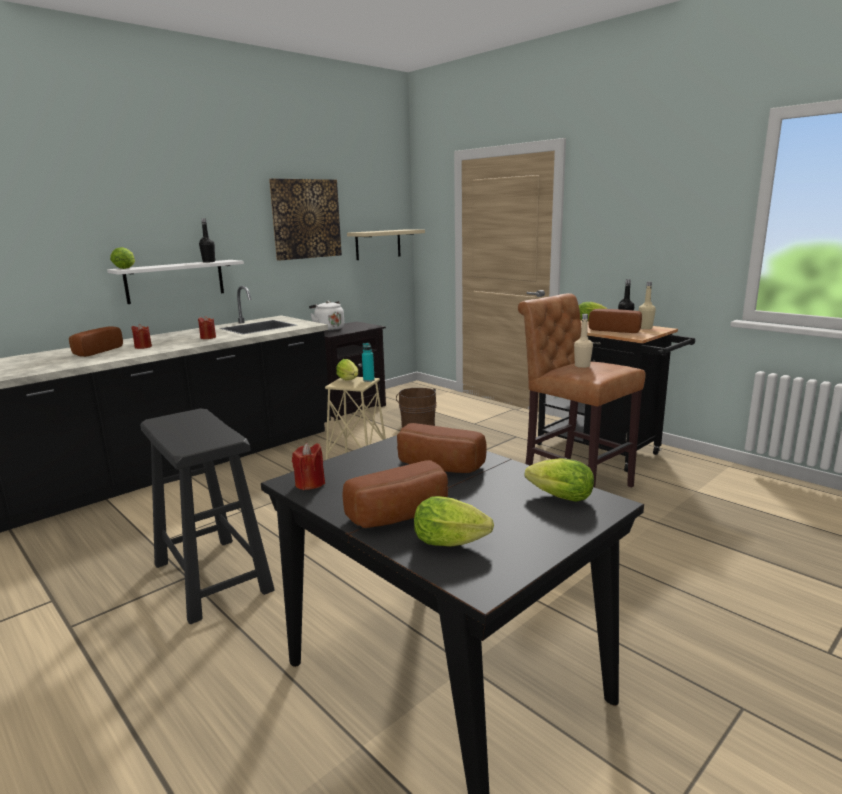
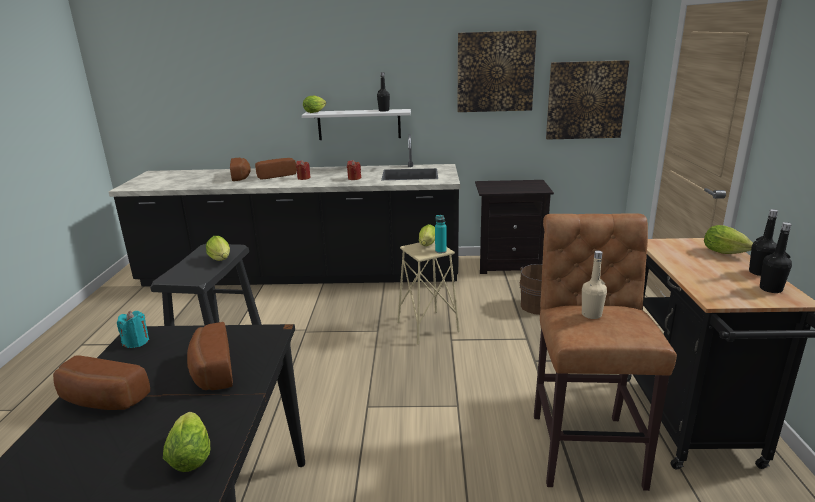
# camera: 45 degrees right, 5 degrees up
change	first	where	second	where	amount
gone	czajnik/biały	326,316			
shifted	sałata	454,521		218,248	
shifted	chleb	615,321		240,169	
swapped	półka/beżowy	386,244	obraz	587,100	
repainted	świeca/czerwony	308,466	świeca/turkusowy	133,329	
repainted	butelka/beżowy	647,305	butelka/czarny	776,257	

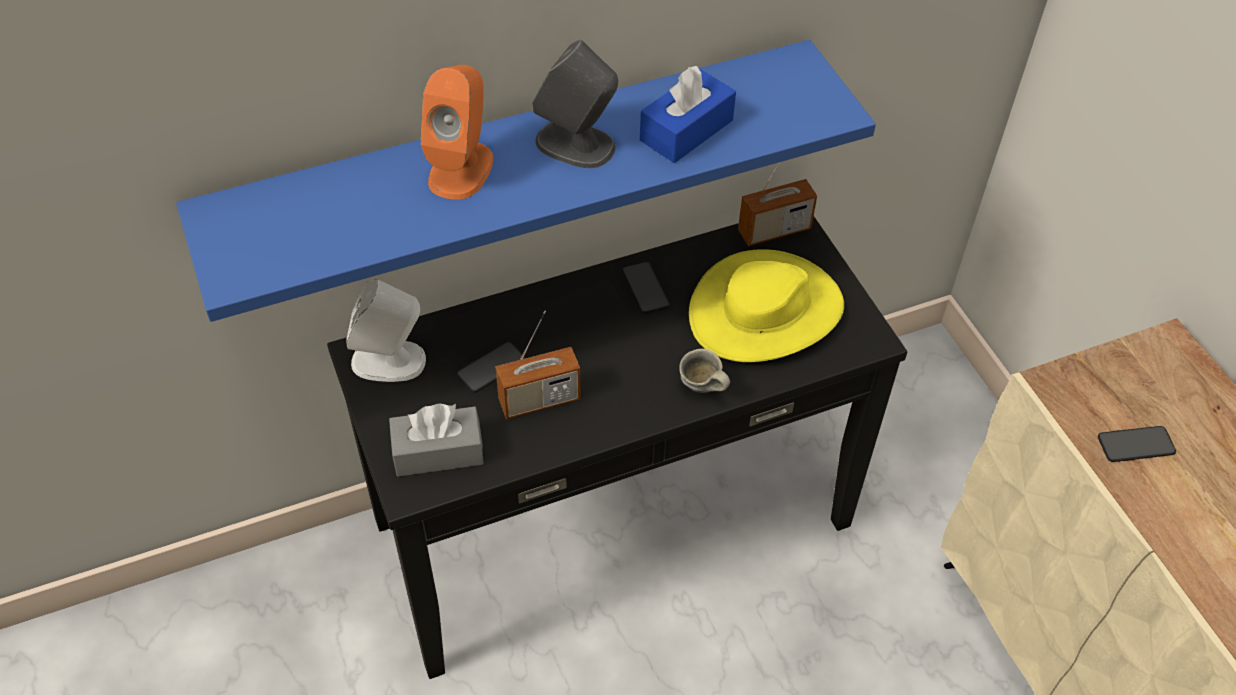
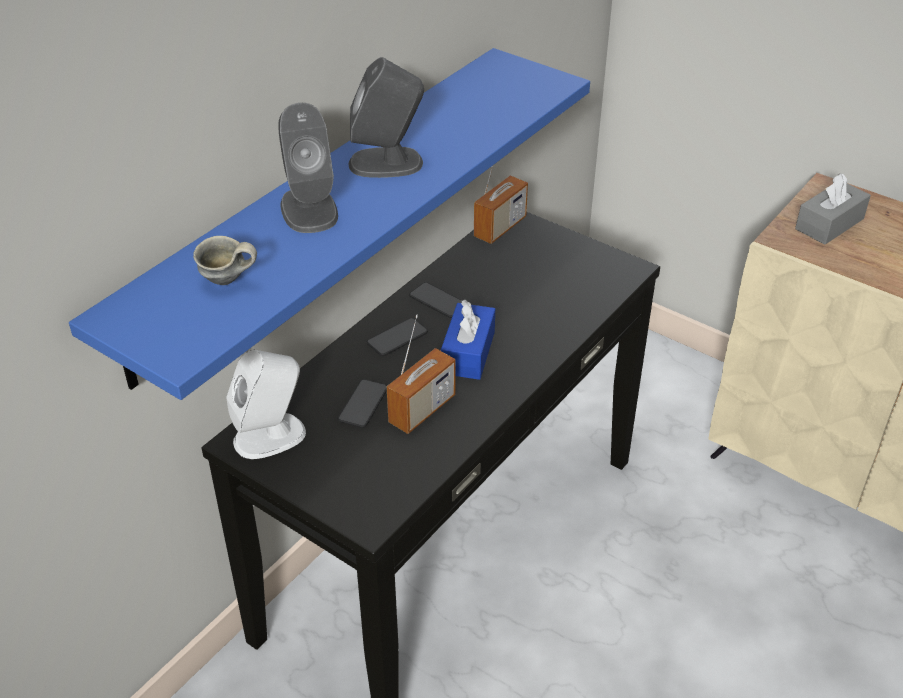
# camera: 30 degrees left, 10 degrees down
change	first	where	second	where	amount
gone	kapelusz/żółty	766,305			
shifted	pudełko chusteczek/szary	436,440		833,209	
shifted	pudełko chusteczek/niebieski	688,114		468,340	
shifted	kubek/szary	704,371		225,260	
shifted	telefon	1137,444		397,337	
repainted	głośnik/pomarańczowy	457,132	głośnik/szary	308,168	

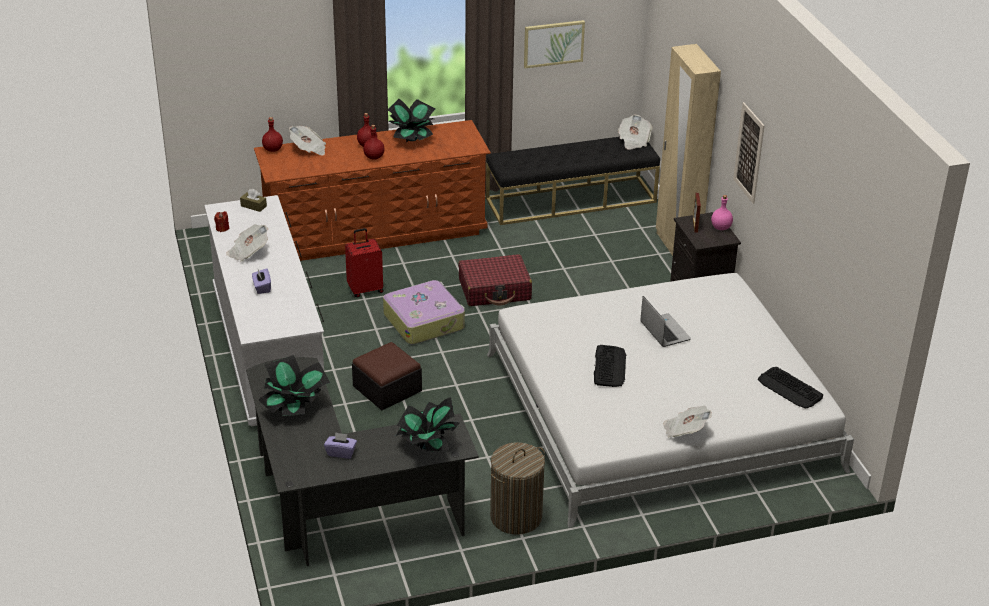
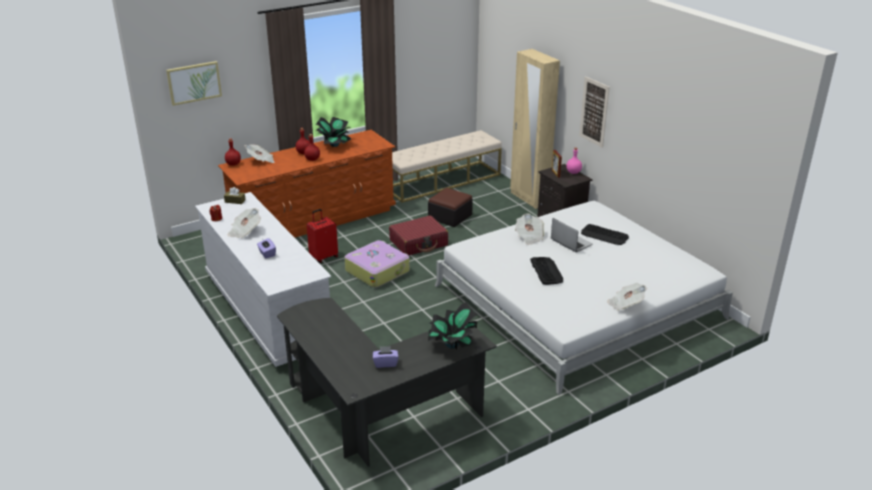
# camera: 15 degrees left, 5 degrees down
change	first	where	second	where	amount
gone	roślina doniczkowa	294,385			
gone	kosz na pranie	517,488			
shifted	pufa	387,376		450,207	
shifted	obraz	554,44		194,83	
shifted	gazeta	635,132		529,229	
shifted	klawiatura	790,388		605,234	
repainted	ławka/czarny	573,181	ławka/beżowy	447,166	

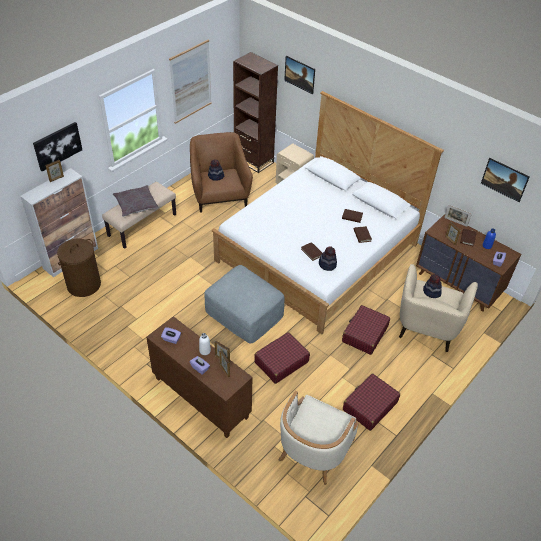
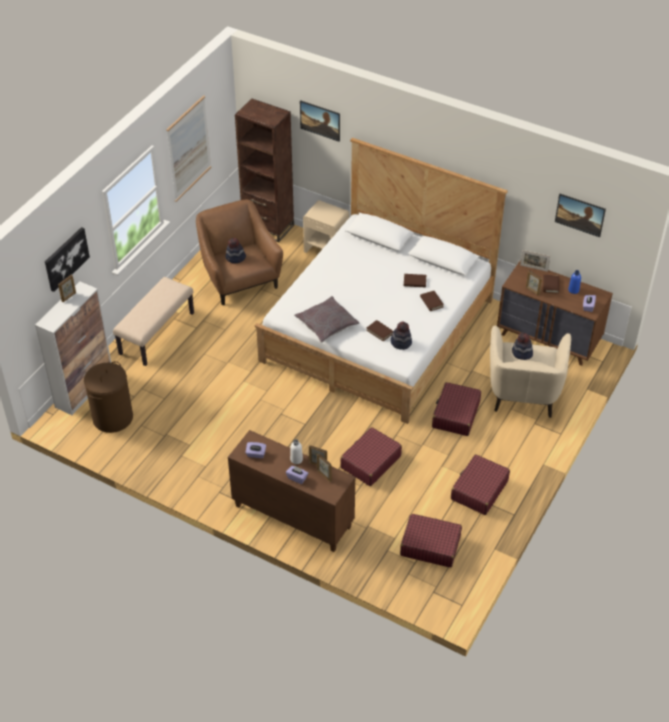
# camera: 10 degrees left, 0 degrees up
change	first	where	second	where	amount
gone	pufa/szary	244,304			
shifted	poduszka/szary	136,201		327,319	
swapped	fotel/beżowy	318,437	walizka/czerwony	431,540	

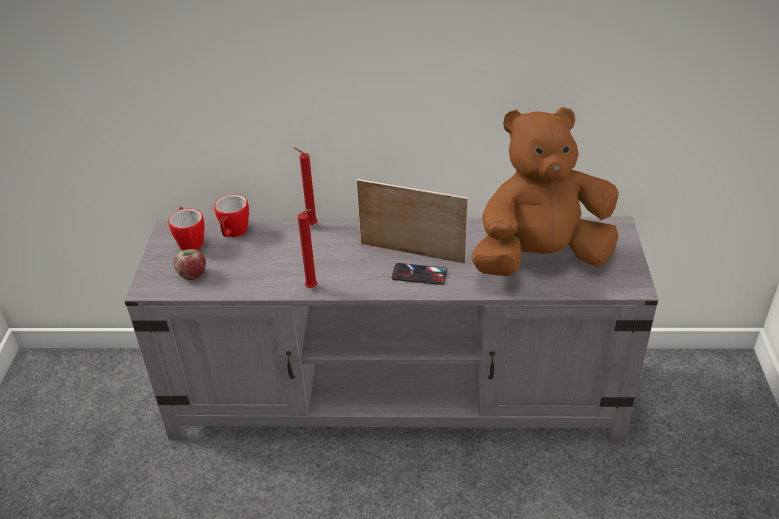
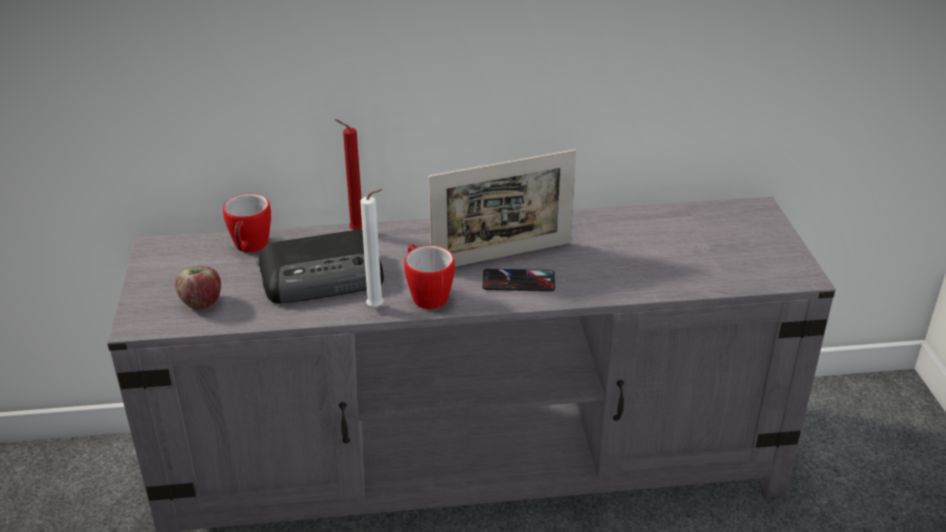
# camera: 10 degrees left, 5 degrees down
change	first	where	second	where	amount
gone	pluszak/brązowy	545,191			
new			radio	321,267	
shifted	kubek	186,229		429,276	
repainted	świeca/czerwony	307,248	świeca/biały	372,248	
rotated	ramka na zdjęcie	412,221		502,208	150 degrees clockwise

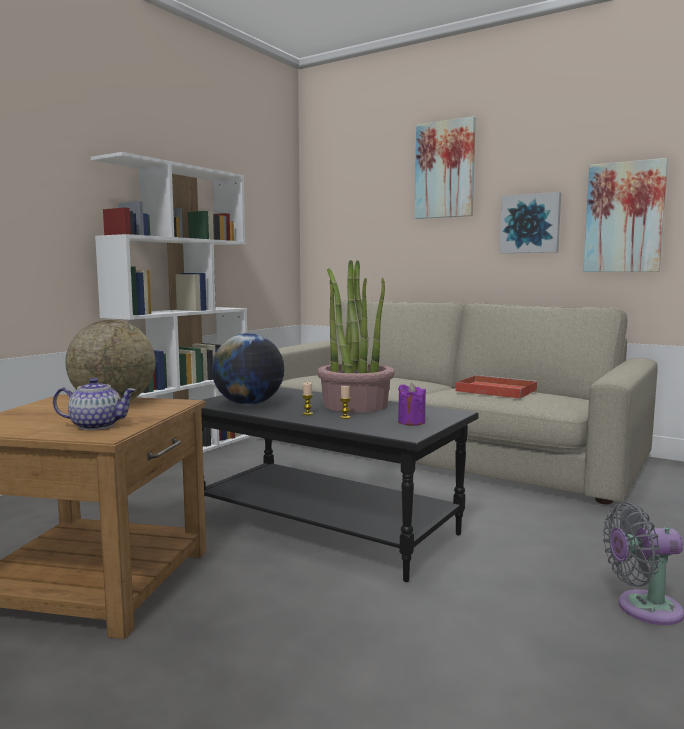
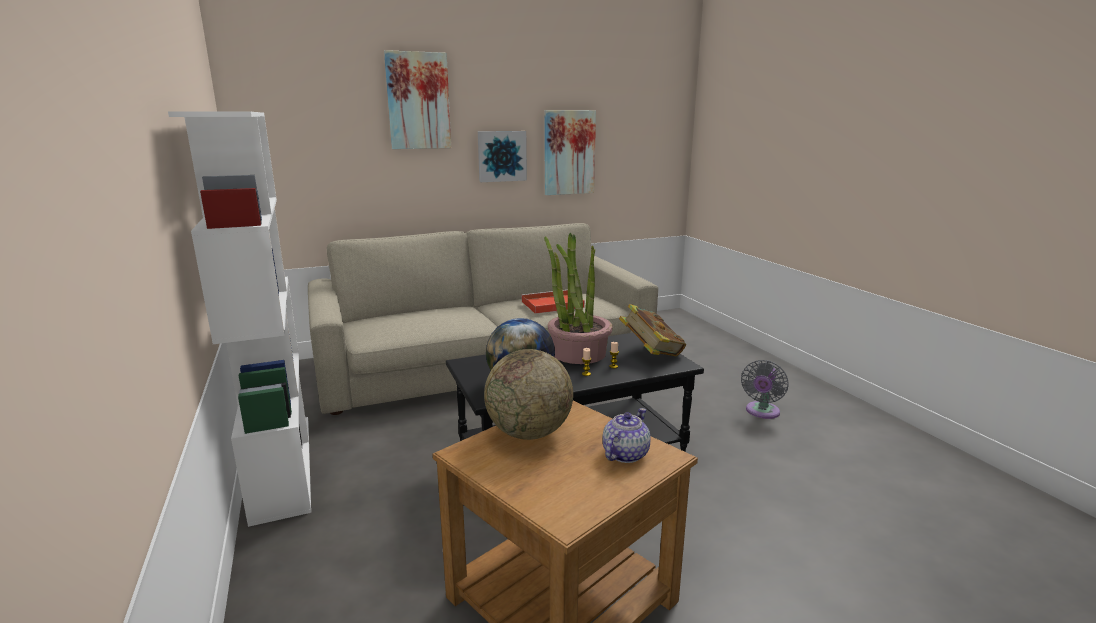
# camera: 55 degrees left, 10 degrees up
change	first	where	second	where	amount
swapped	świeca/fioletowy	412,404	książka	652,330	

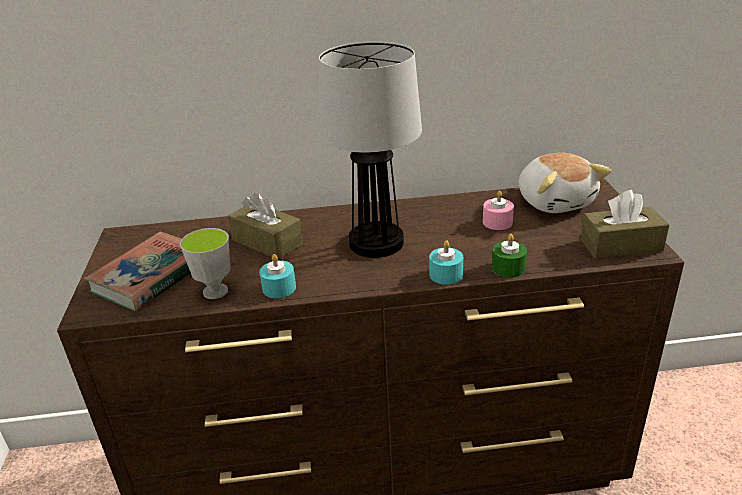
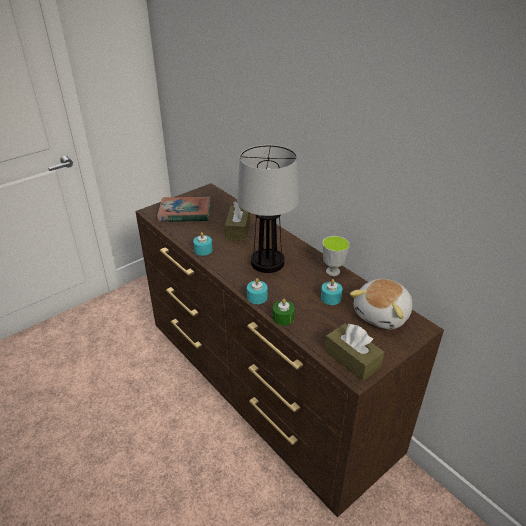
# camera: 55 degrees right, 5 degrees up
change	first	where	second	where	amount
shifted	filiżanka	205,263		336,256	
repainted	świeca/różowy	498,210	świeca/turkusowy	332,292	

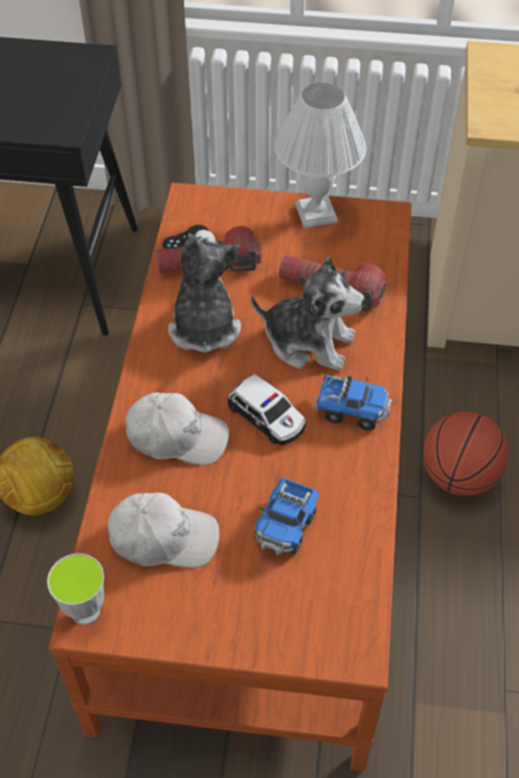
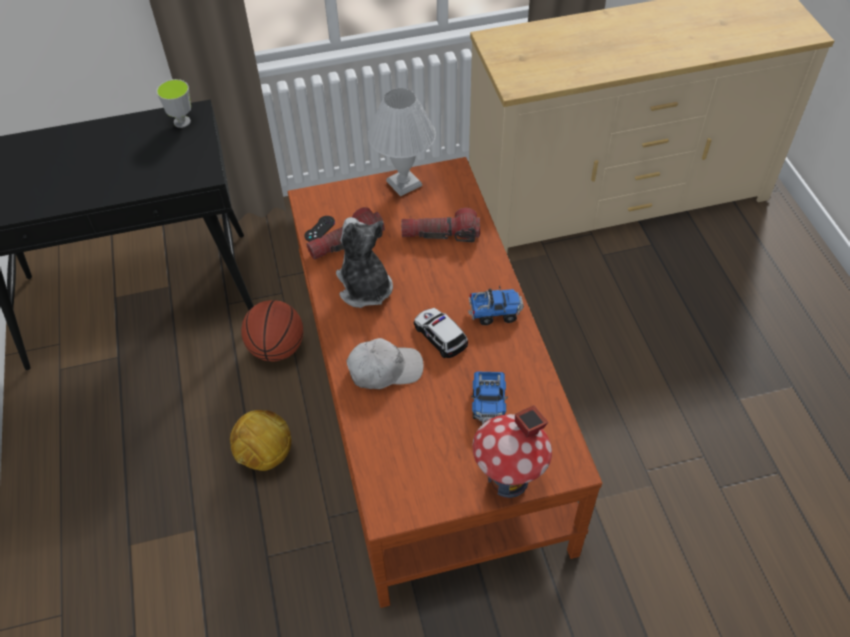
# camera: 20 degrees left, 0 degrees up
change	first	where	second	where	amount
gone	czapka z daszkiem/biały	163,530			
gone	pluszak	307,314			
new			domek	512,451	
shifted	filiżanka	75,589		173,103	
shifted	piłka do koszykówki	466,453		272,330	
rotated	samochodzik	267,409		441,333	150 degrees counterclockwise

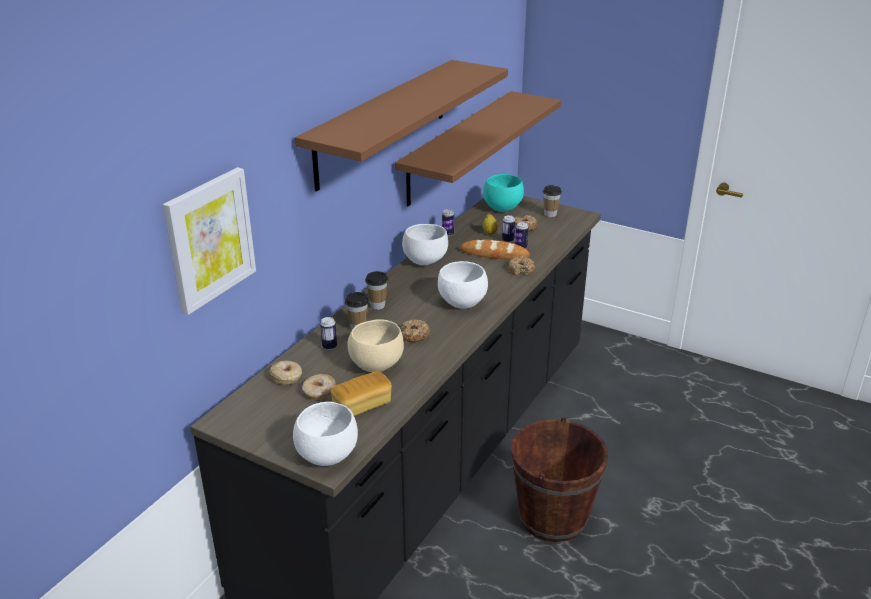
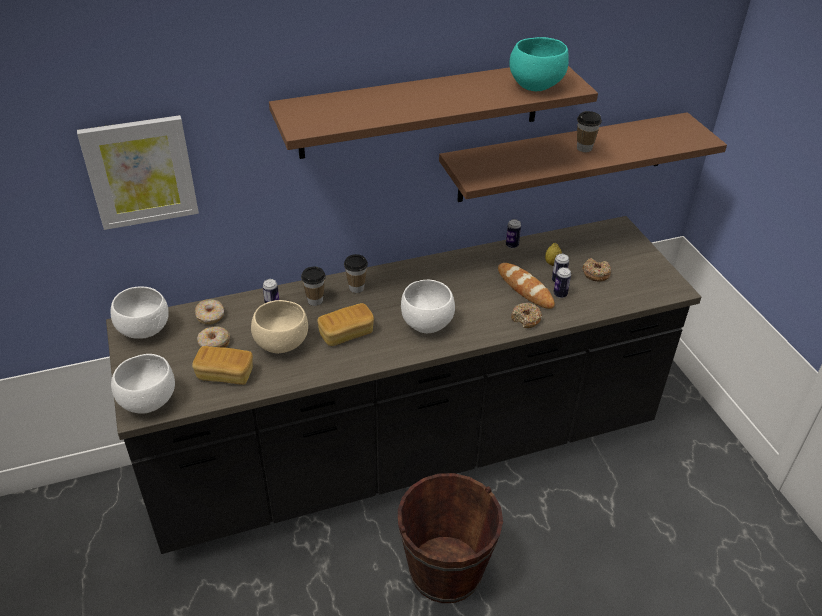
# camera: 40 degrees right, 10 degrees up
change	first	where	second	where	amount
shifted	miska/biały	425,244		140,313	
shifted	miska/turkusowy	503,193		539,64	
shifted	filiżanka	552,201		589,131	
swapped	donut	415,330	chleb	345,324	

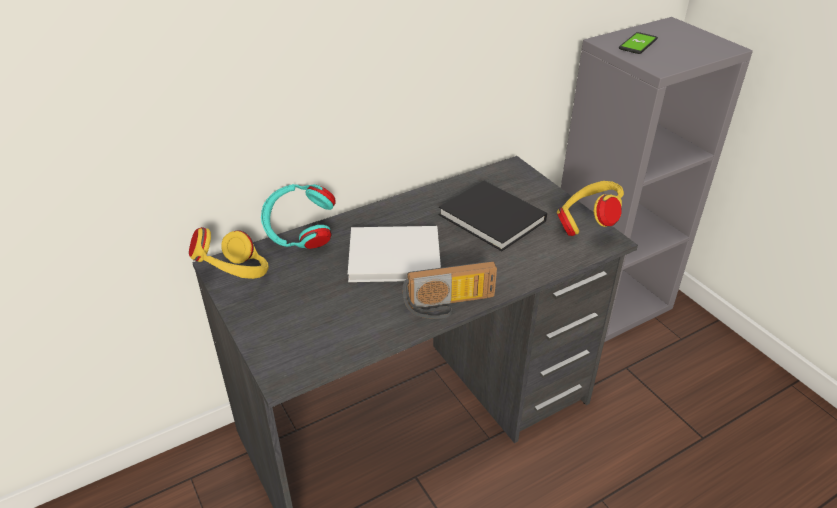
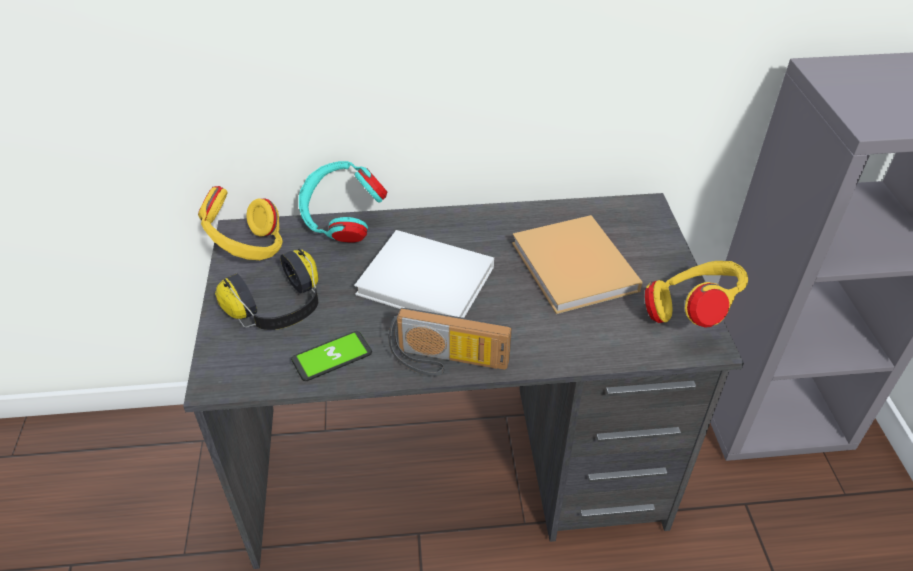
# camera: 25 degrees right, 5 degrees up
change	first	where	second	where	amount
new			słuchawki	266,289	
shifted	telefon	638,43		331,356	
repainted	książka/czarny	493,216	książka/beżowy	577,264	

